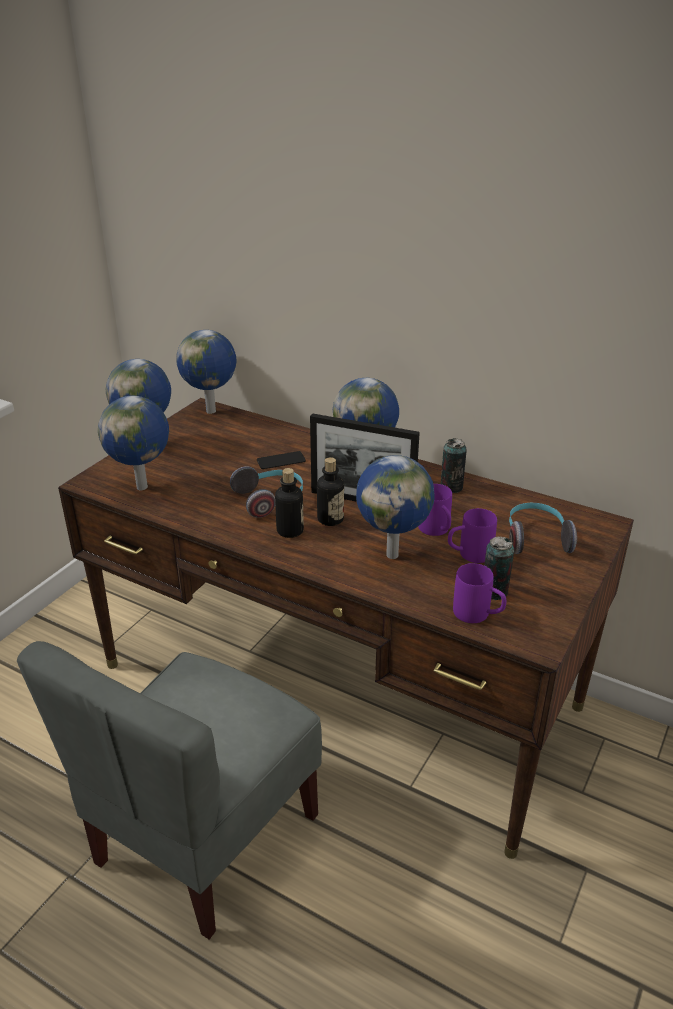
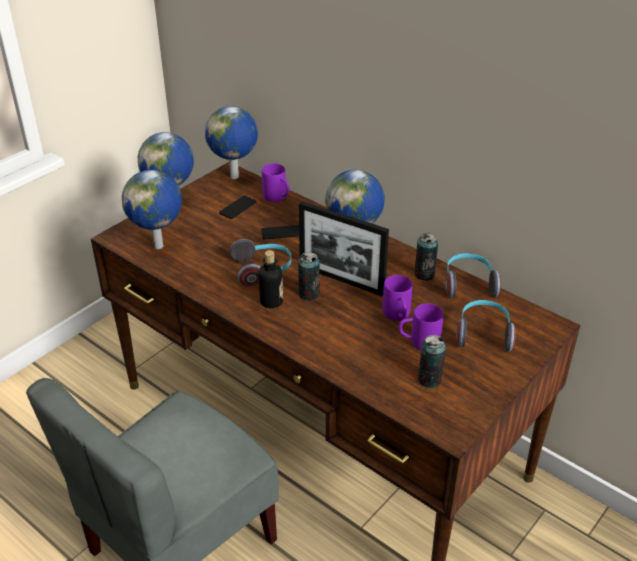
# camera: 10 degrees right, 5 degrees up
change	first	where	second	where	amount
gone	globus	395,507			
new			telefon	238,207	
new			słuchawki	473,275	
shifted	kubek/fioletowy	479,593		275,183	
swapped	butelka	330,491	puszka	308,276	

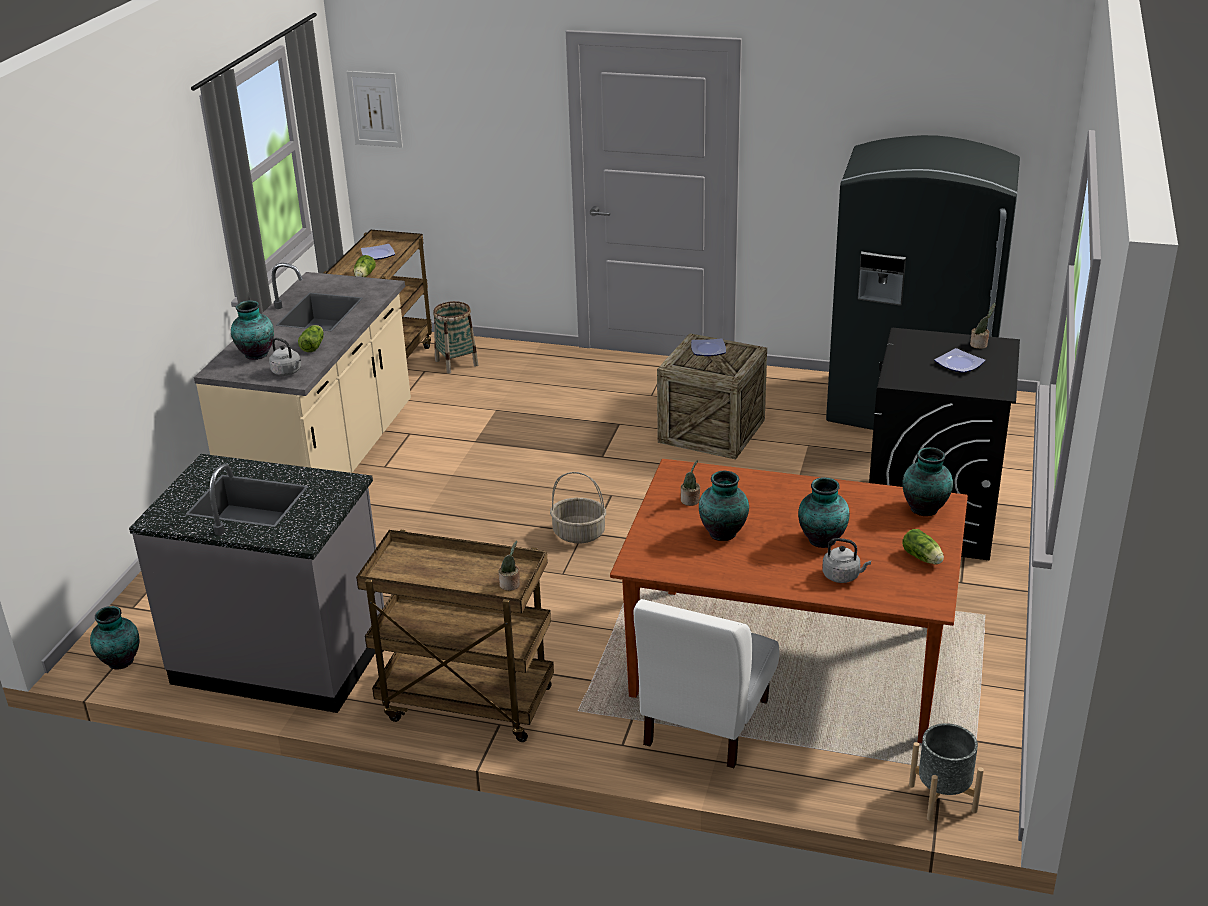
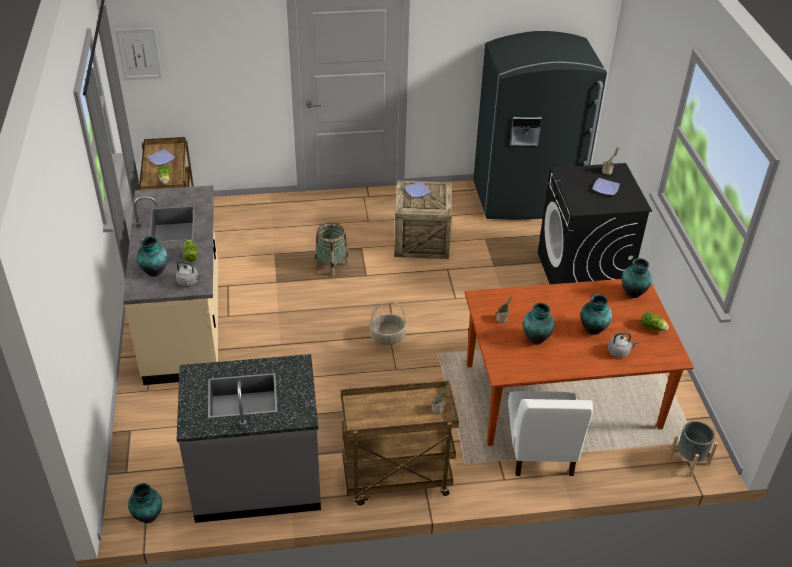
# camera: 25 degrees left, 10 degrees up
change	first	where	second	where	amount
shifted	koszyk	455,337		332,249	

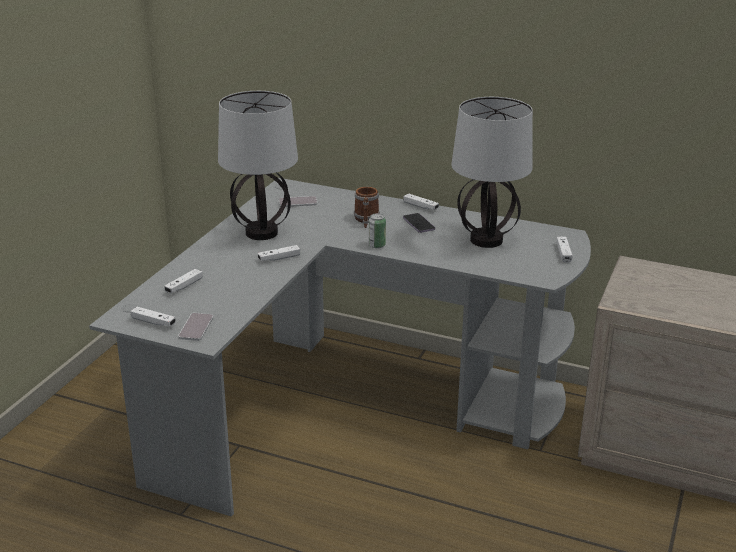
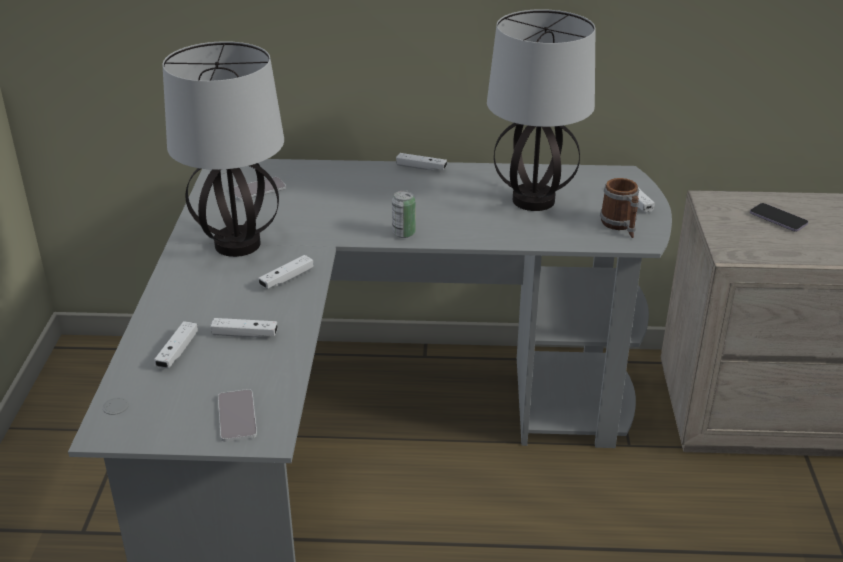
# camera: 20 degrees left, 5 degrees up
change	first	where	second	where	amount
shifted	pad do gier/biały	153,317		244,327	
shifted	kubek	367,207		619,208	
shifted	telefon	419,223		779,217	

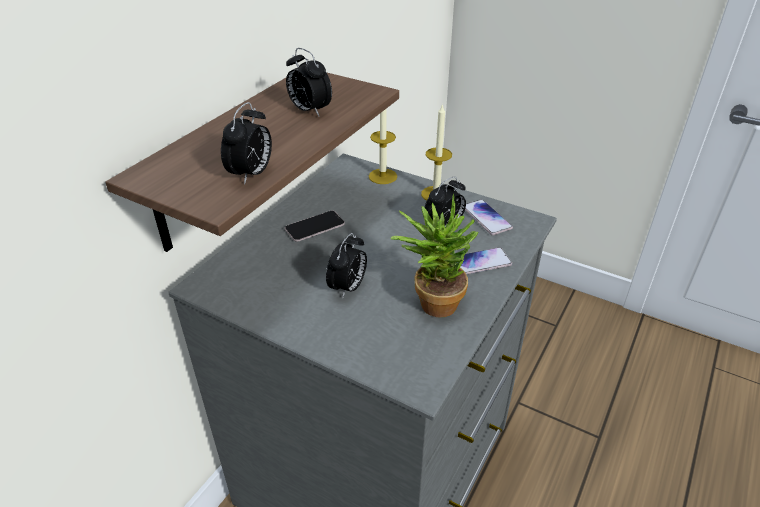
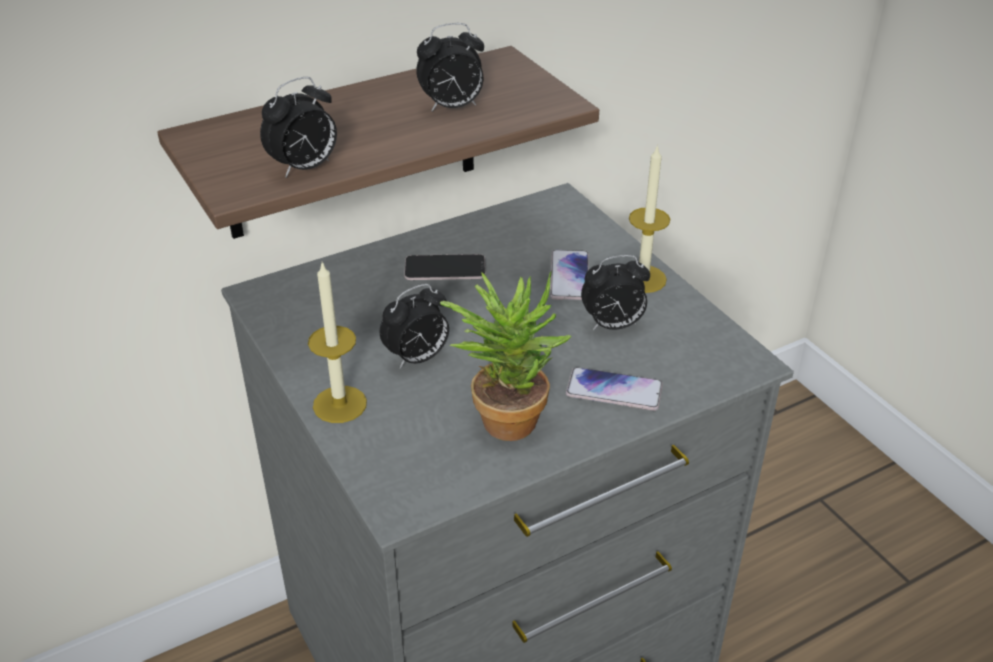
# camera: 30 degrees right, 0 degrees up
change	first	where	second	where	amount
shifted	świeca	383,146		337,342	
shifted	telefon	489,217		569,275	
rotated	budzik	309,82		450,67	90 degrees counterclockwise

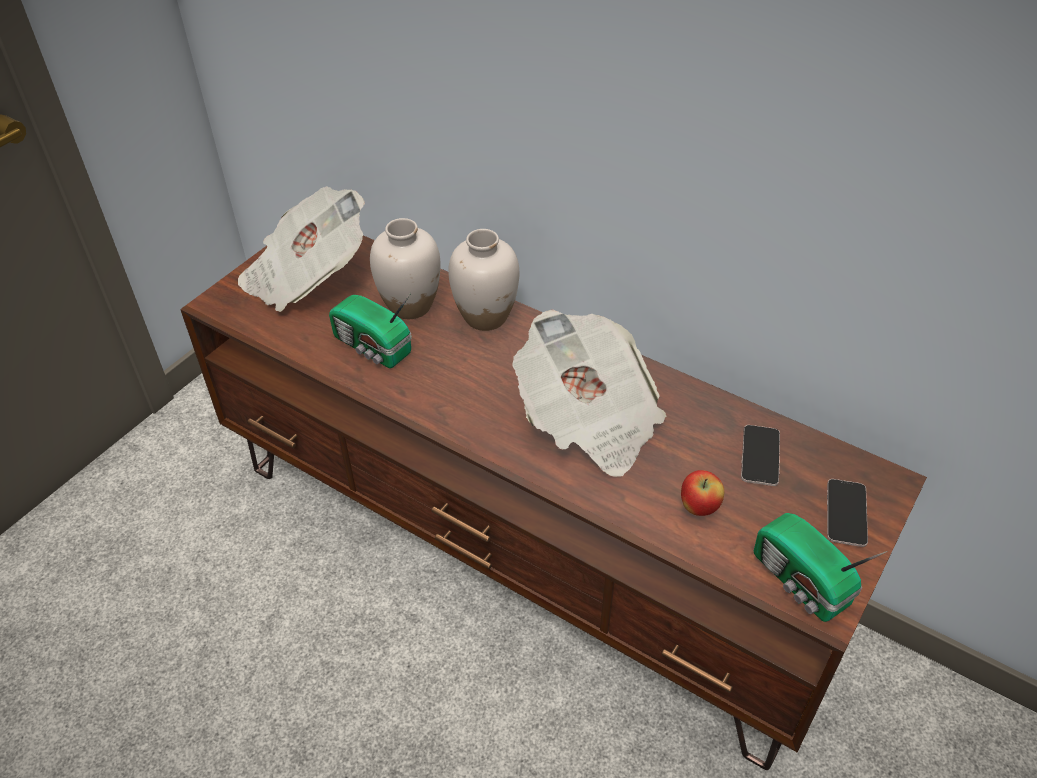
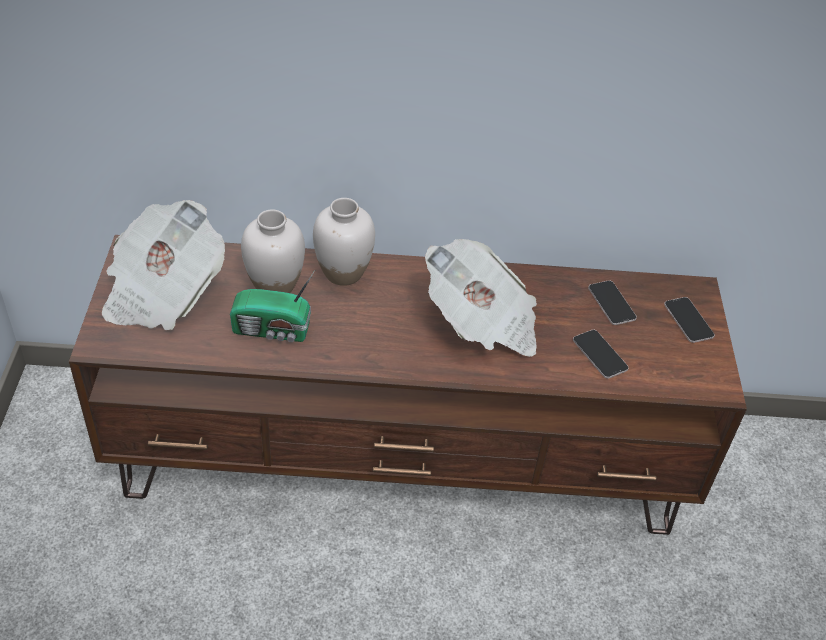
# camera: 35 degrees left, 0 degrees up
change	first	where	second	where	amount
gone	radio	821,567			
swapped	jabłko	702,493	telefon	601,354	

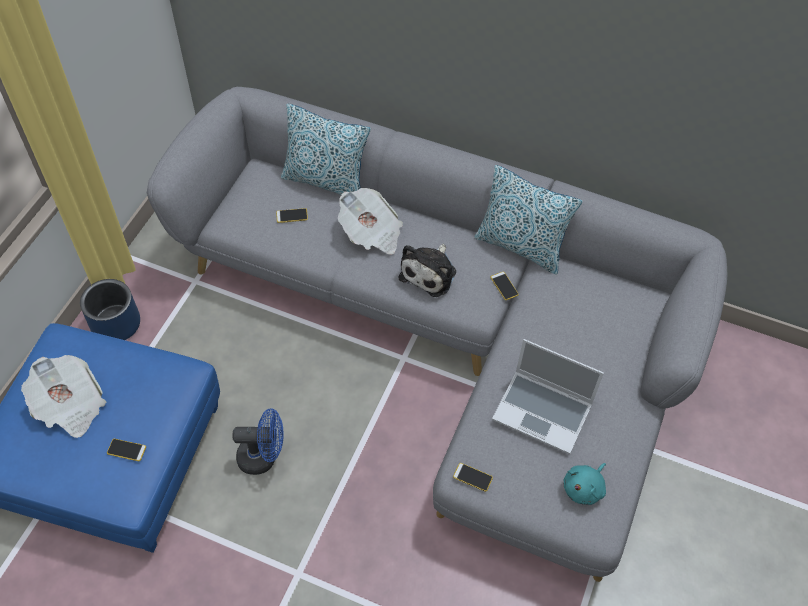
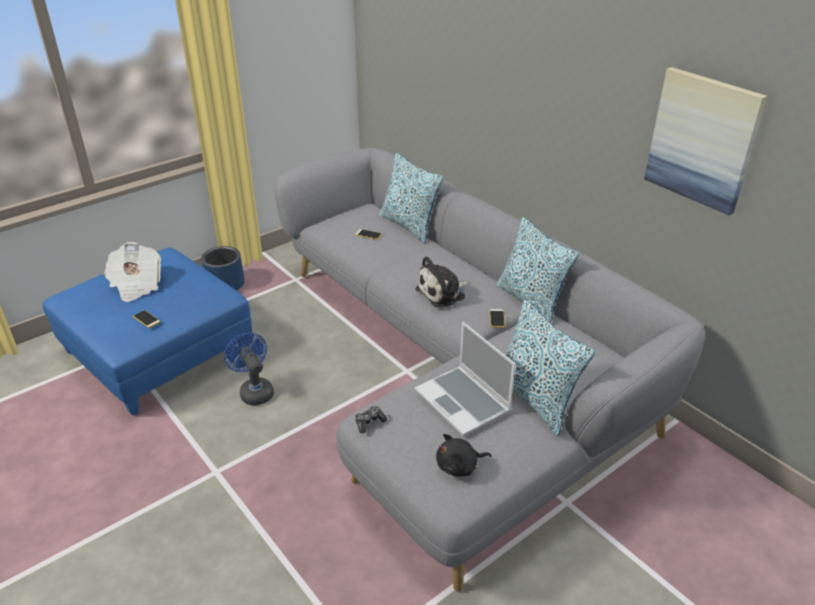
# camera: 30 degrees right, 20 degrees down
change	first	where	second	where	amount
gone	gazeta	370,221			
new			poduszka	550,367	
new			obraz	706,141	
swapped	telefon	473,477	pad do gier	371,419	
repainted	pluszak/turkusowy	585,484	pluszak/czarny	463,455	
rotated	wentylator/niebieski	258,441		249,369	150 degrees counterclockwise

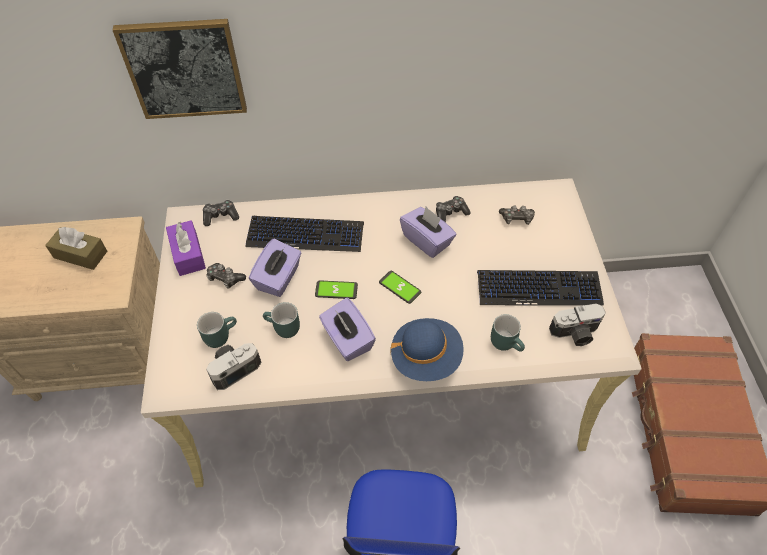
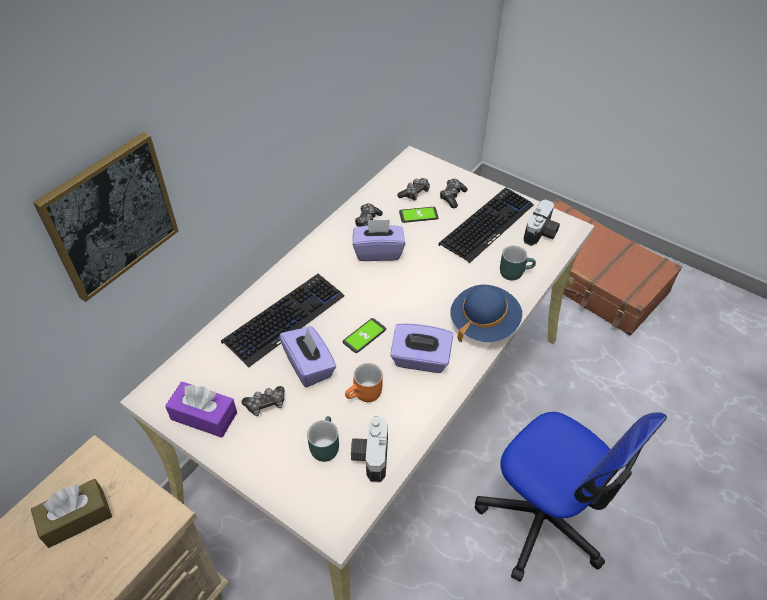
# camera: 50 degrees left, 5 degrees down
change	first	where	second	where	amount
shifted	pad do gier	221,213		454,193	
shifted	telefon	400,287		419,215	
repainted	kubek/turkusowy	281,320	kubek/pomarańczowy	364,382	

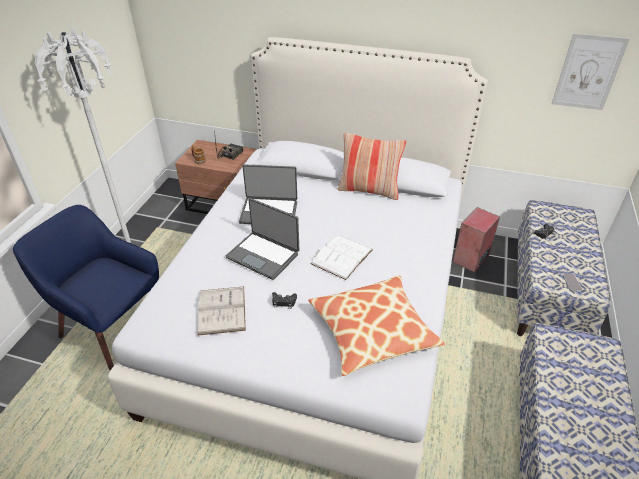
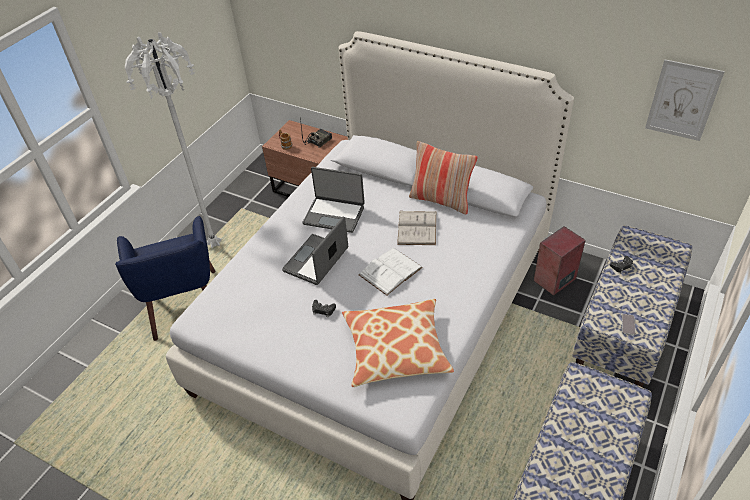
# camera: 15 degrees right, 5 degrees up
change	first	where	second	where	amount
shifted	książka/biały	221,311		416,228	
rotated	fotel/niebieski	86,287		165,278	150 degrees counterclockwise
rotated	laptop	262,239		315,251	75 degrees clockwise

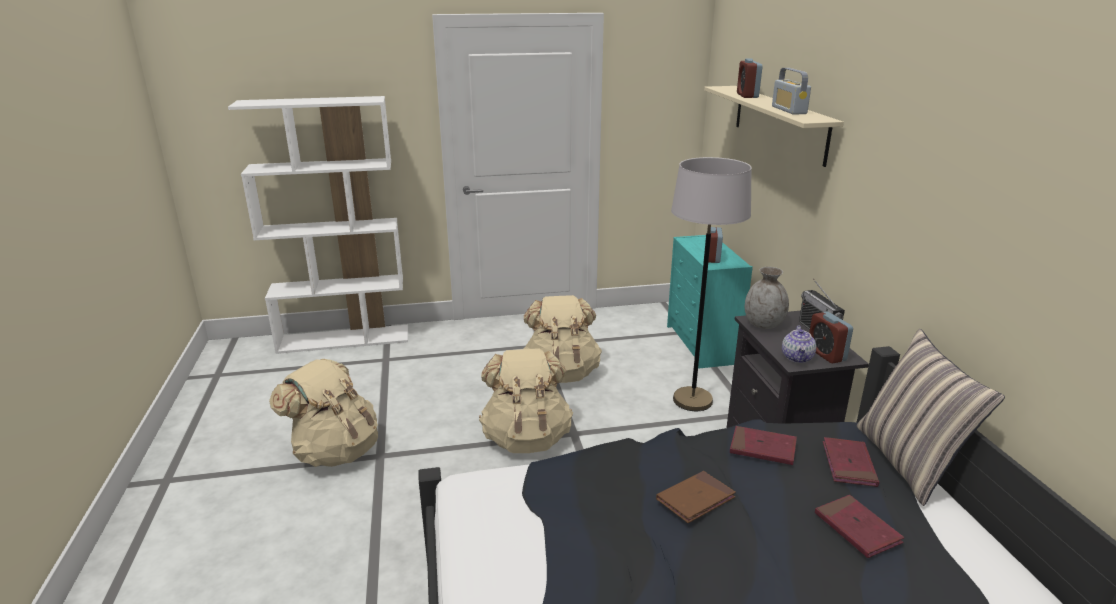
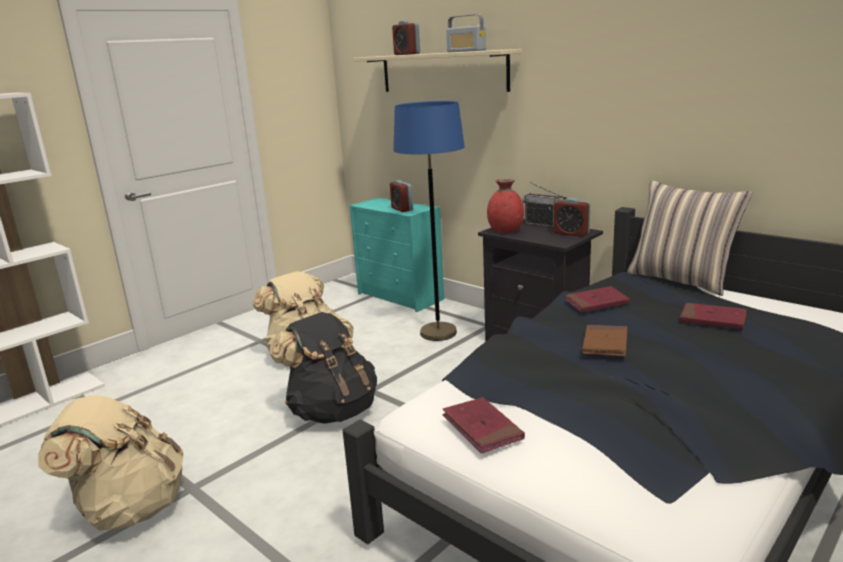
# camera: 35 degrees left, 5 degrees down
change	first	where	second	where	amount
gone	imbryk	799,344			
shifted	książka/czerwony	851,462		483,425	
repainted	plecak/beżowy	526,400	plecak/czarny	323,368	
repainted	lampa stojąca/szary	711,284	lampa stojąca/niebieski	429,221	
repainted	wazon/szary	767,298	wazon/czerwony	505,205	

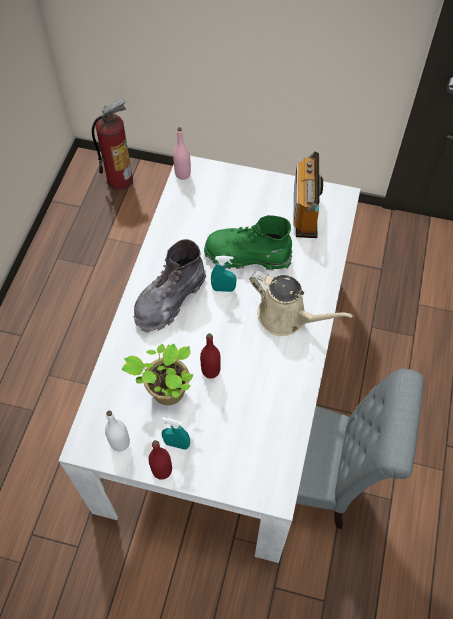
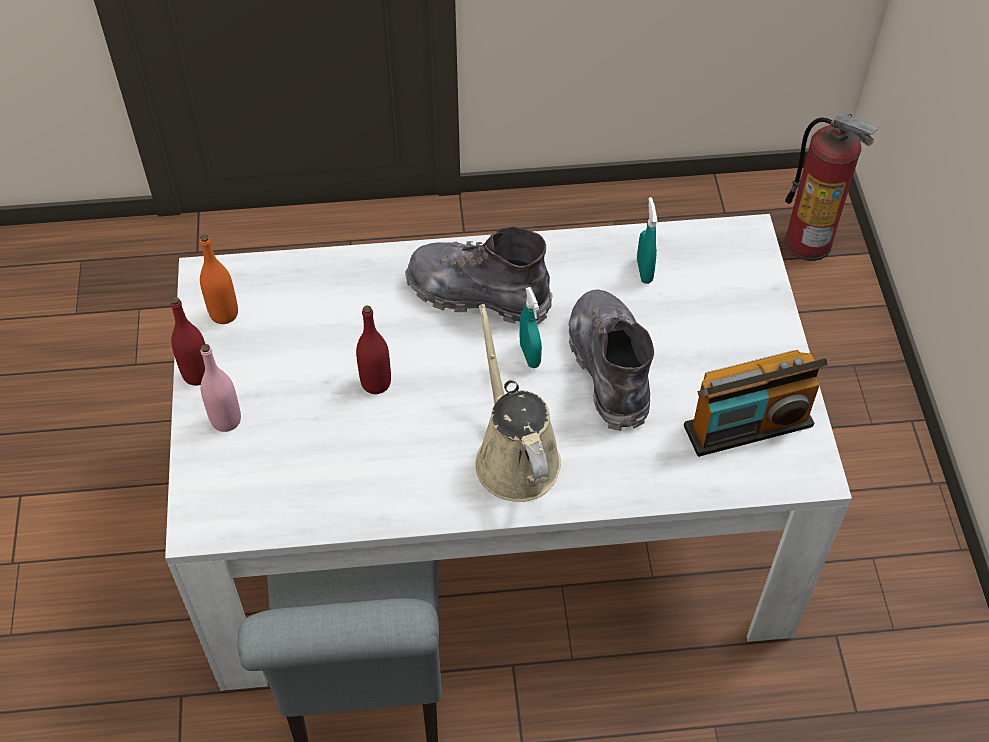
# camera: 70 degrees right, 5 degrees down
change	first	where	second	where	amount
gone	roślina doniczkowa	157,374			
shifted	spryskiwacz/turkusowy	176,433		647,240	
shifted	butelka/różowy	182,153		221,388	
repainted	butelka/biały	117,431	butelka/pomarańczowy	219,279	
repainted	but z cholewką/zielony	248,243	but z cholewką/szary	611,360	
rotated	konewka/beżowy	301,303		518,403	150 degrees clockwise

